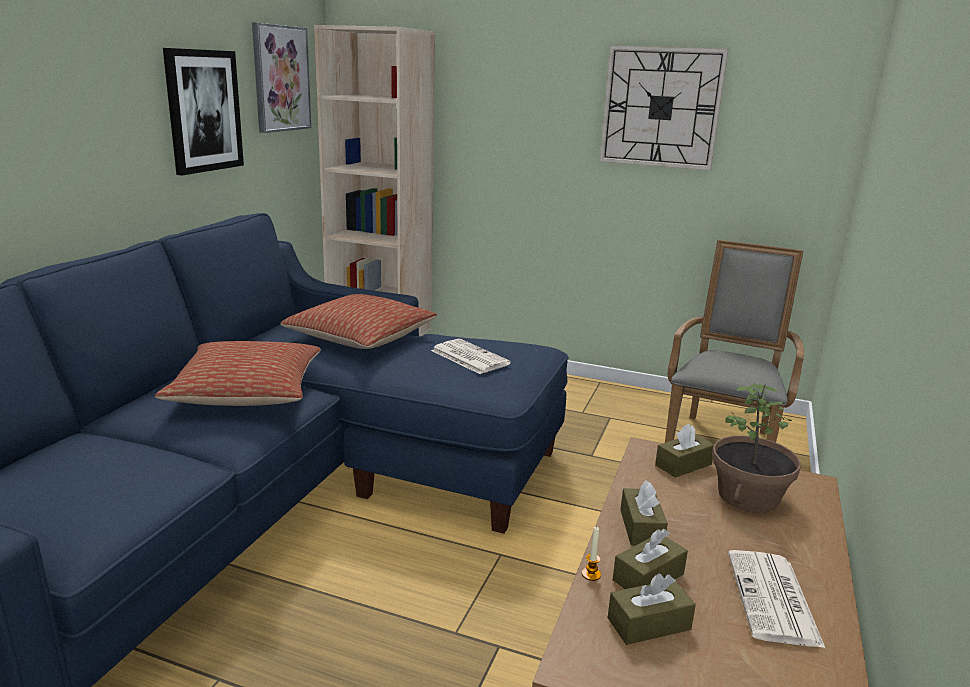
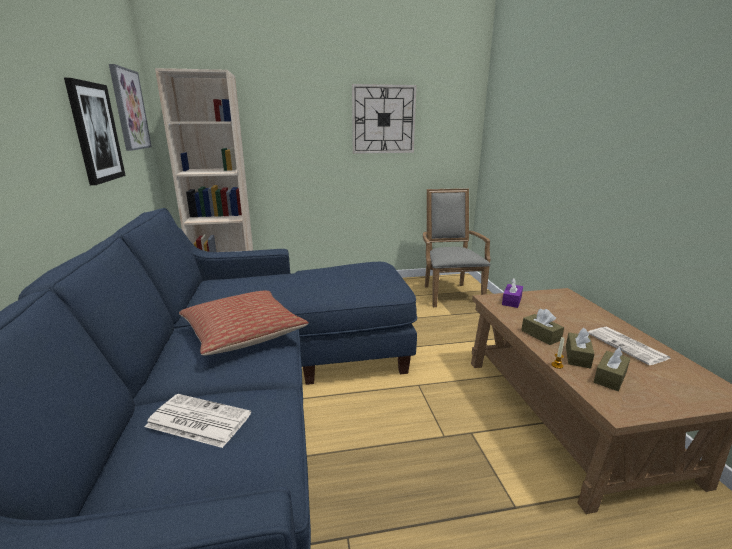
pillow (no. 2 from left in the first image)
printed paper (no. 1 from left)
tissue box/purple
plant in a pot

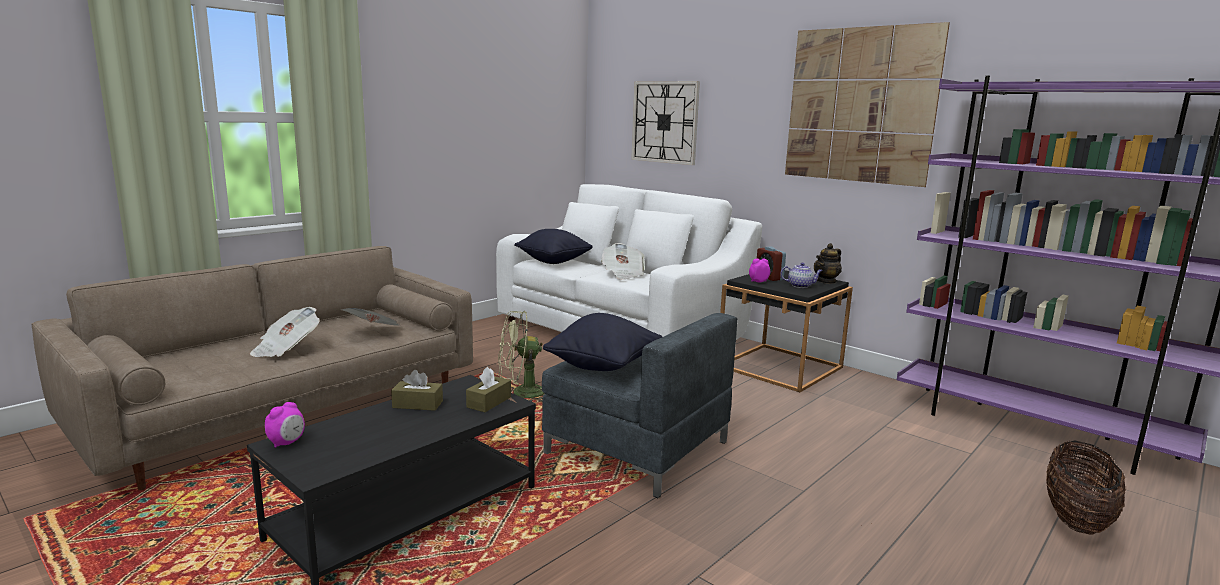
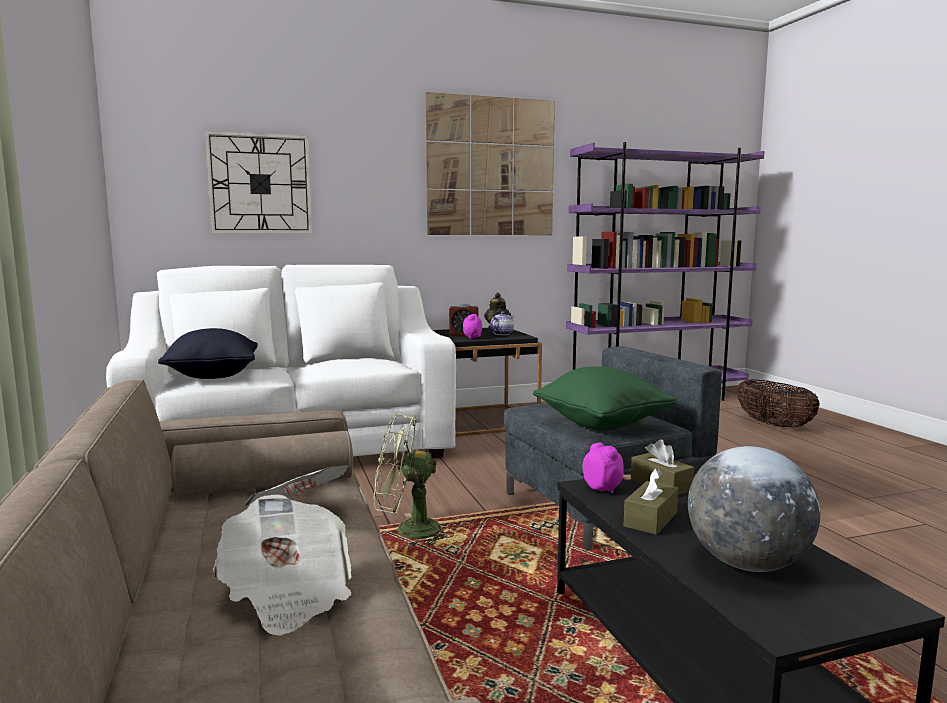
alarm clock (no. 3 from left)
cooling fan/greenish
pillow/greenish
printed paper (no. 3 from left in the first image)
globe

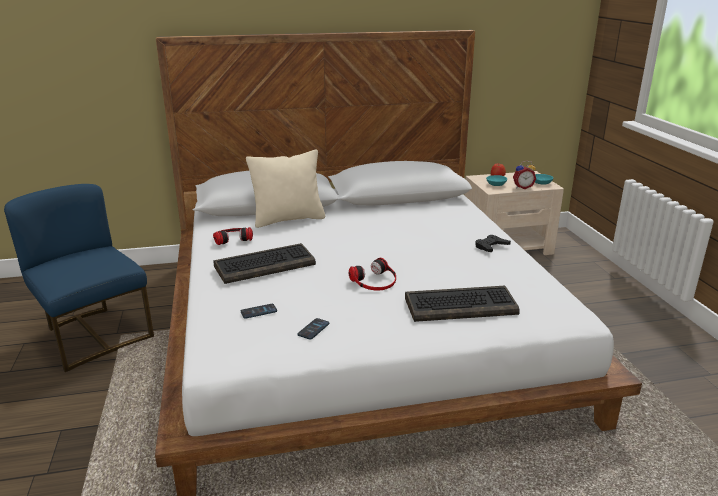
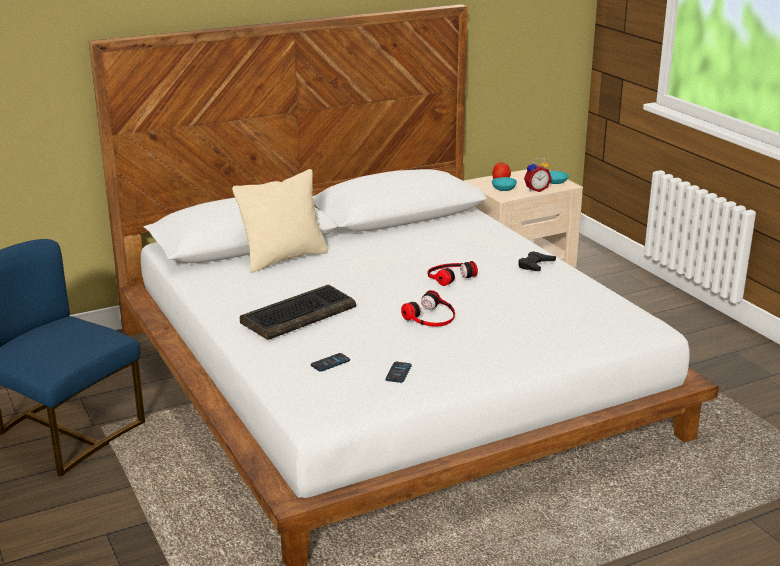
pair of headphones (no. 2 from left)
keyboard (no. 2 from left in the first image)

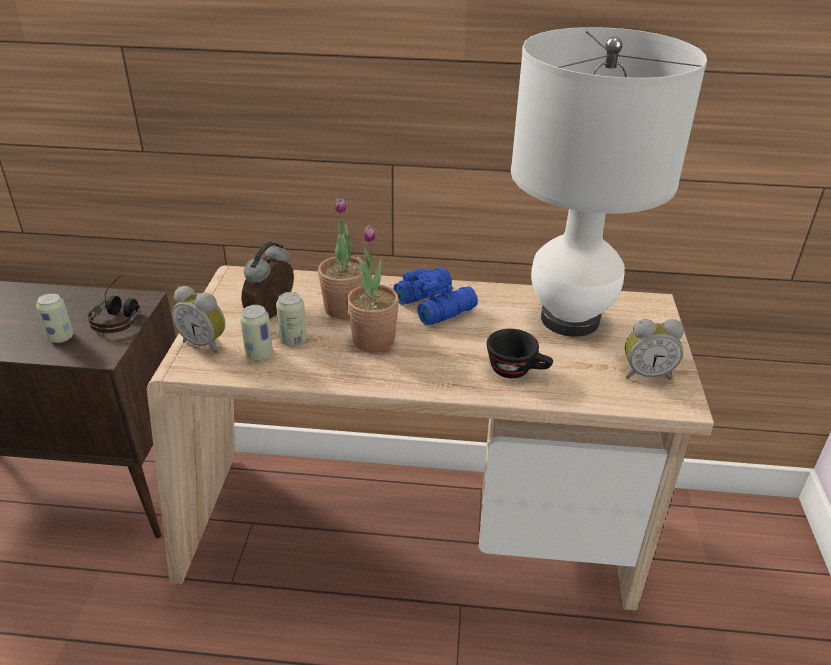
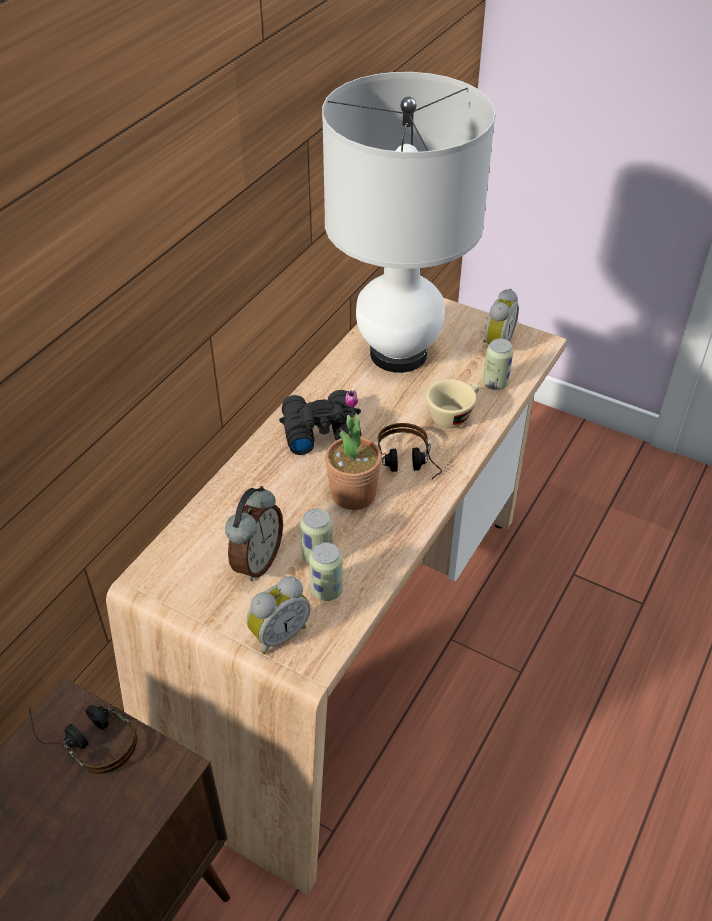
sealed can (no. 3 from left)
alarm clock (no. 1 from left)
plant in a pot (no. 1 from left in the first image)
pair of binoculars/black-coloured
cup/sand-coloured
pair of headphones (no. 2 from left)

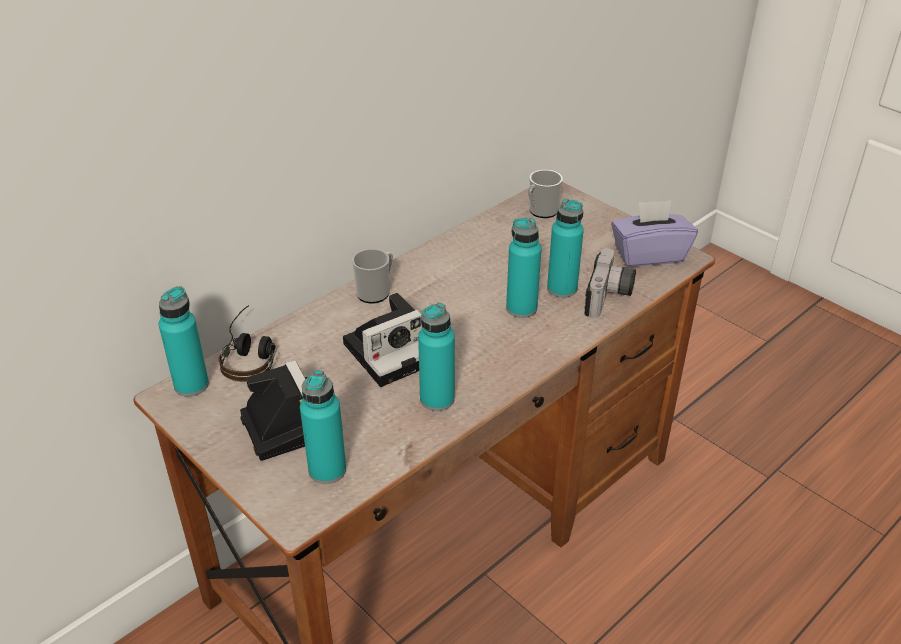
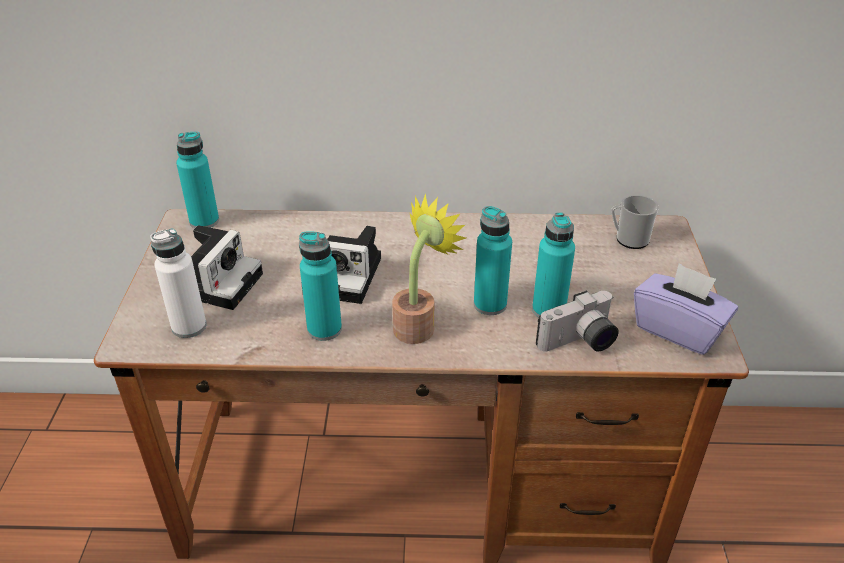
pair of headphones
bottle/white-coloured
coffee mug (no. 1 from left in the first image)
plant in a pot

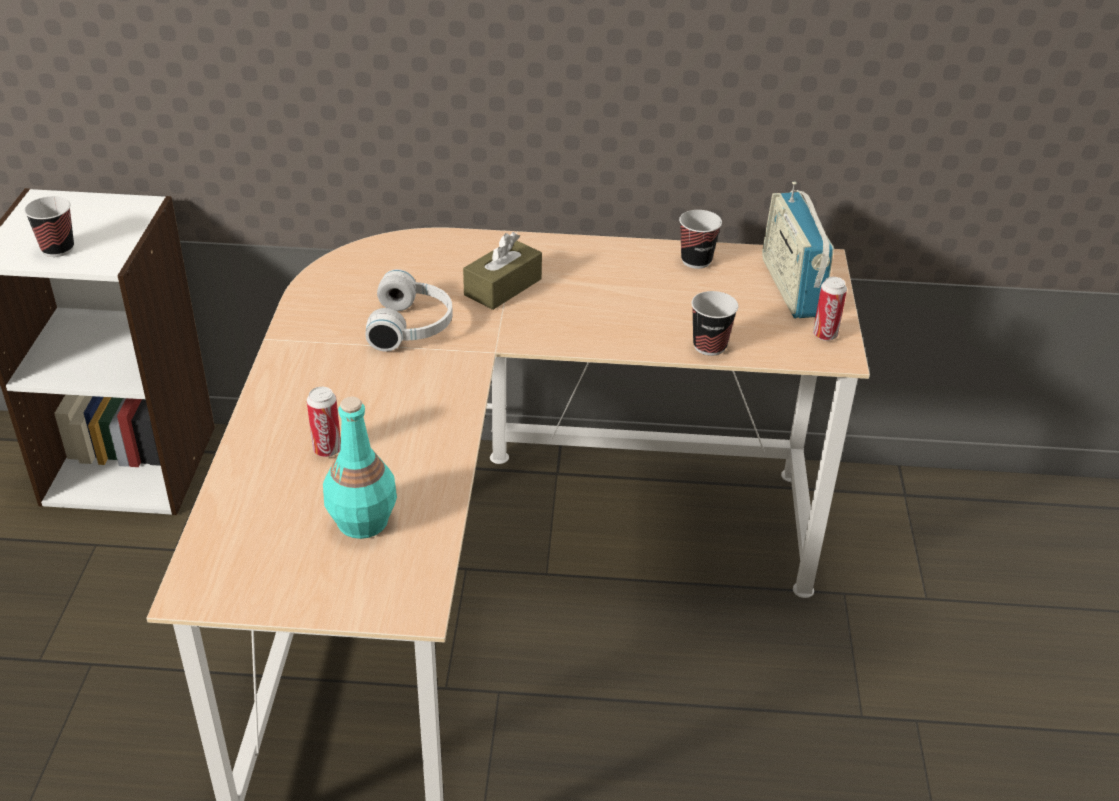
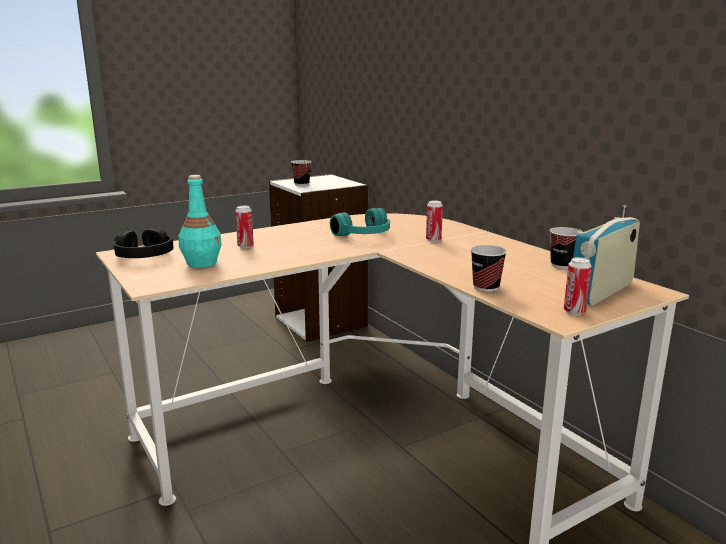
pair of headphones/turquoise-coloured
sealed can (no. 2 from left)
pair of headphones/black-coloured

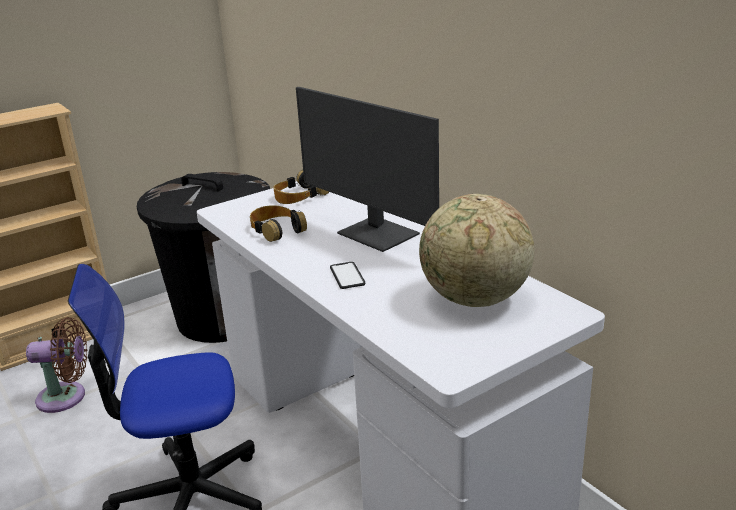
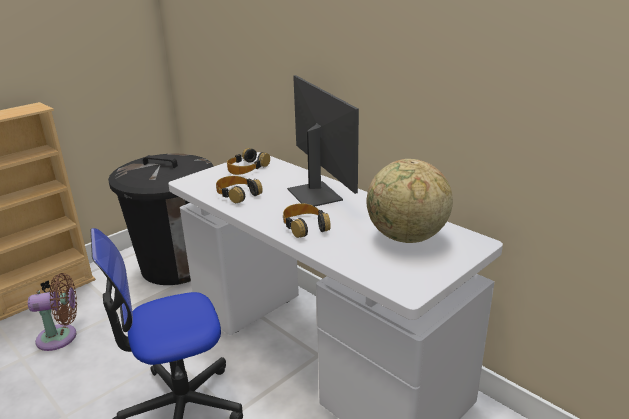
monitor
pair of headphones (no. 3 from left)

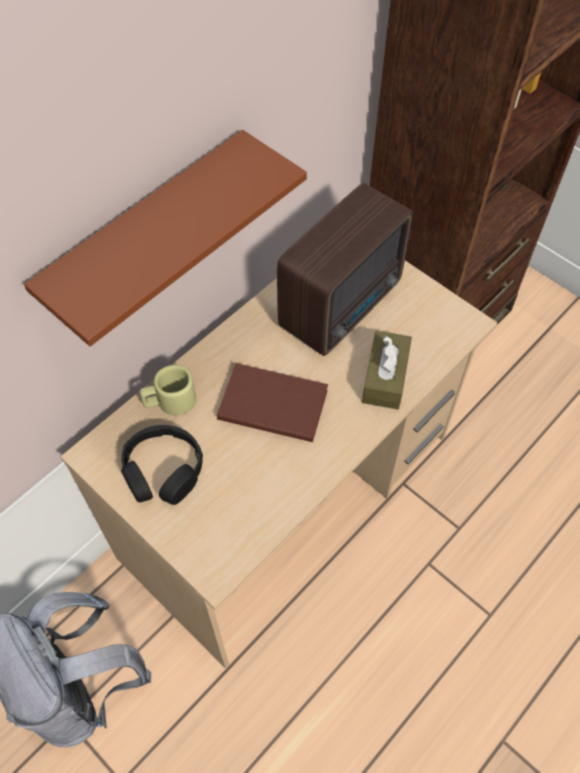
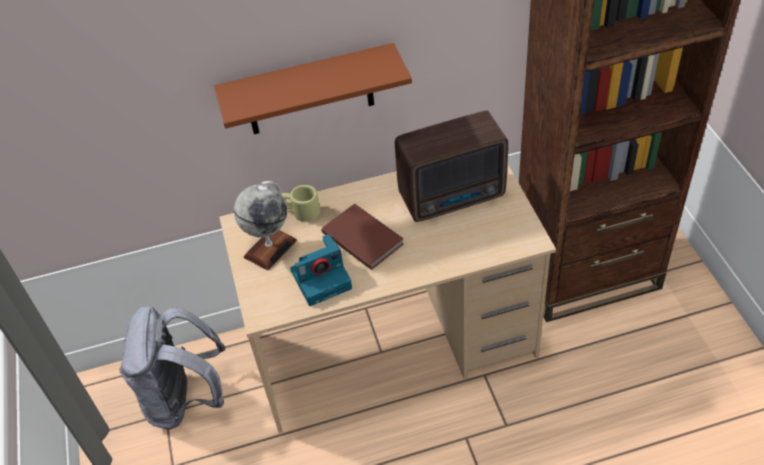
globe
tissue box/brown
still camera

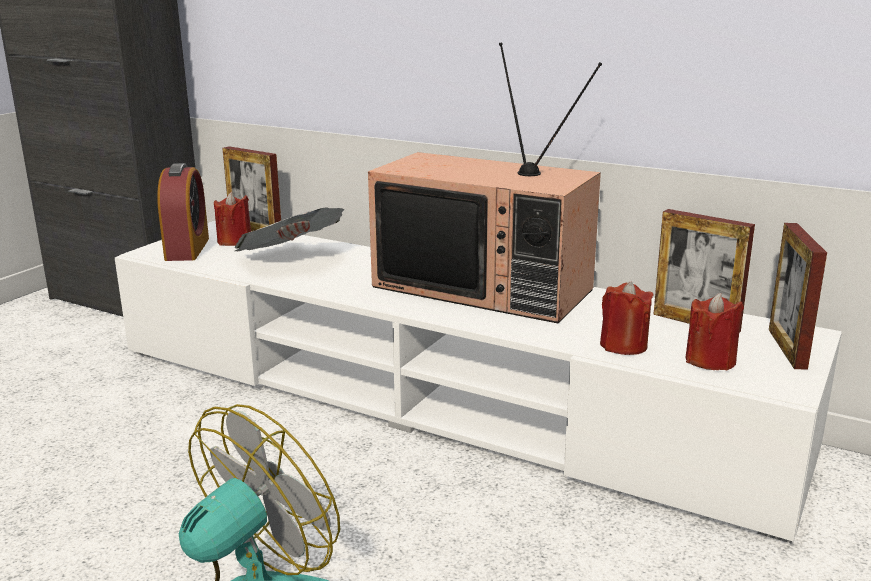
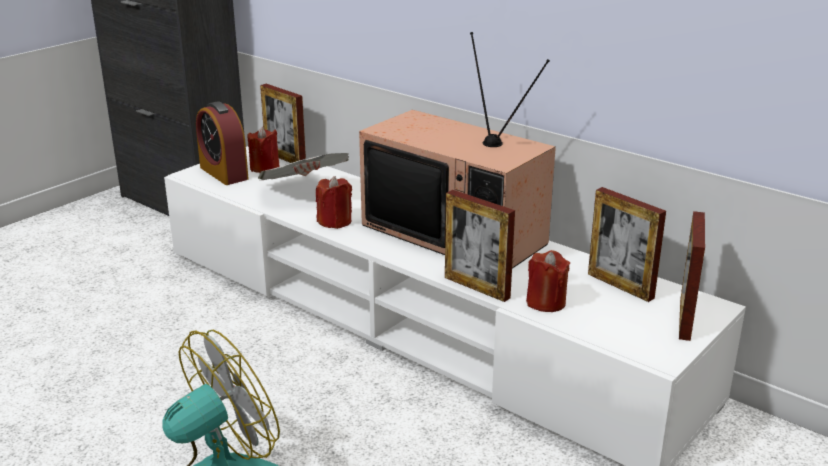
alarm clock
candle/red (no. 2 from left)
photo frame (no. 2 from left)

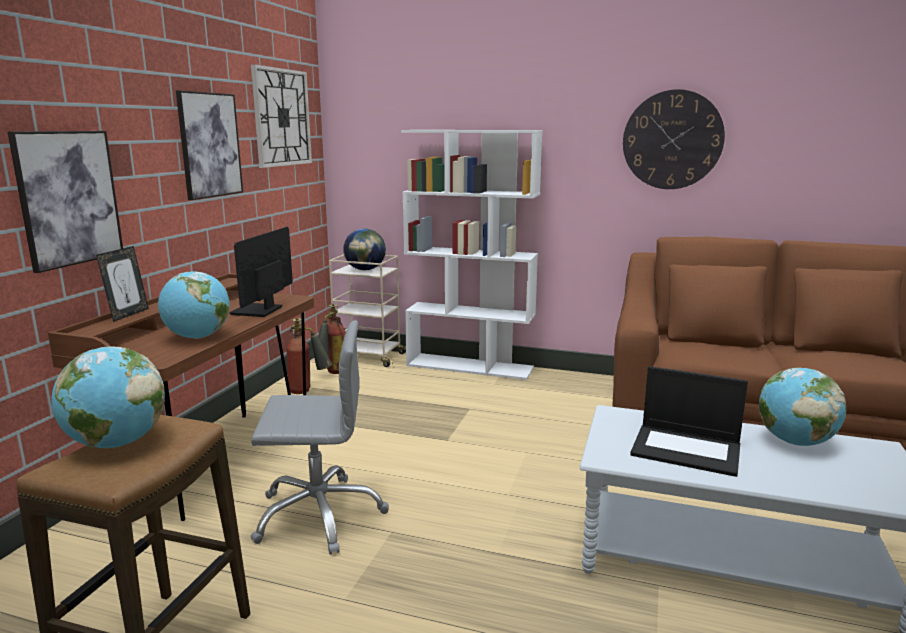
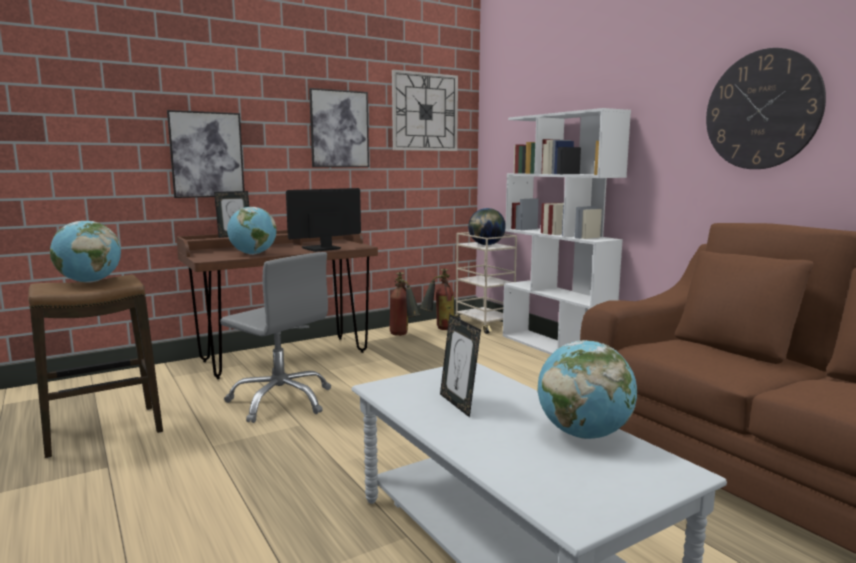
photo frame (no. 2 from left)

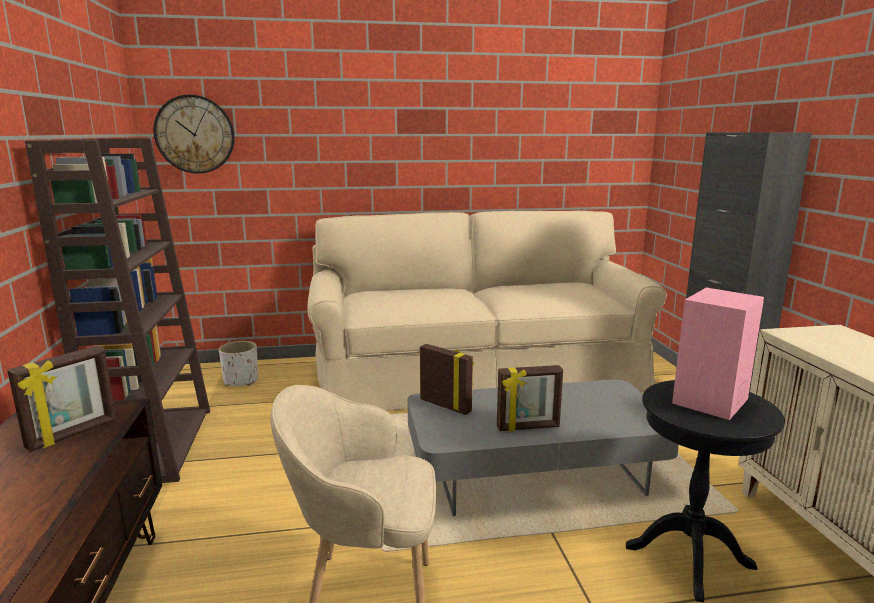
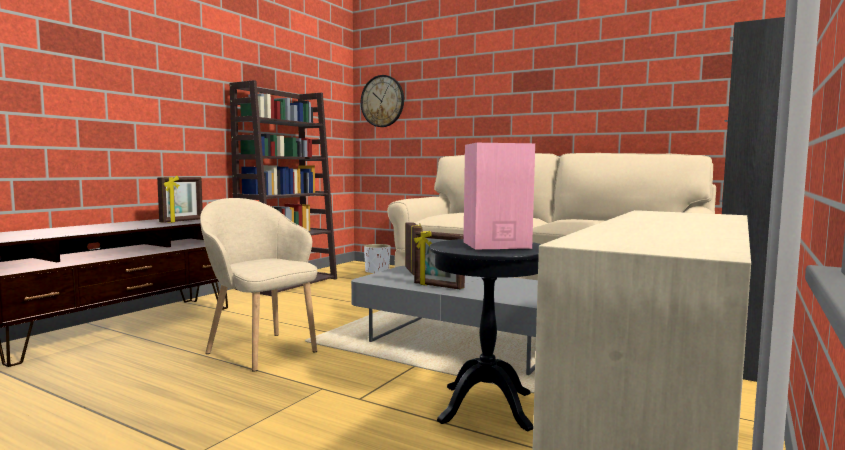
photo frame (no. 1 from left)

